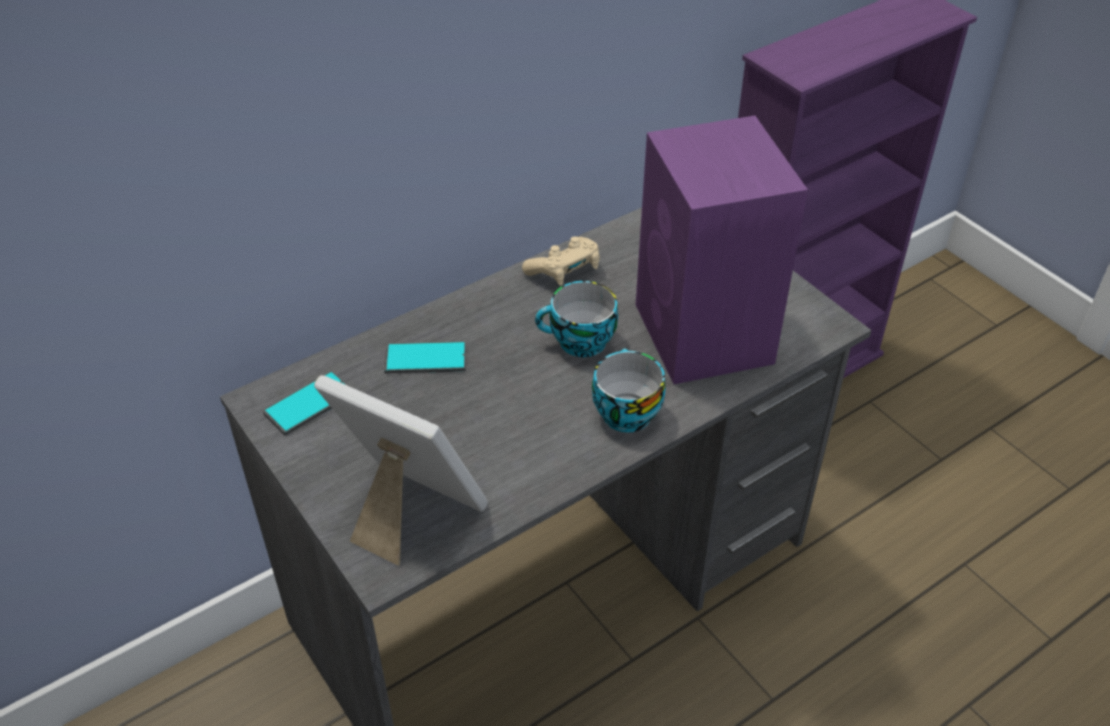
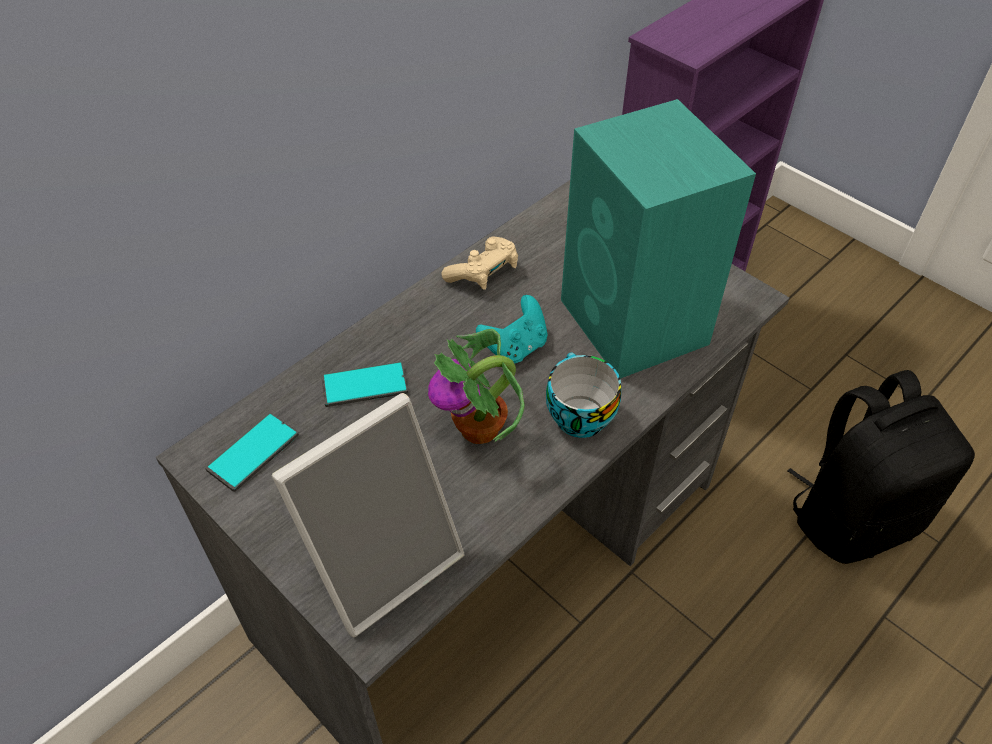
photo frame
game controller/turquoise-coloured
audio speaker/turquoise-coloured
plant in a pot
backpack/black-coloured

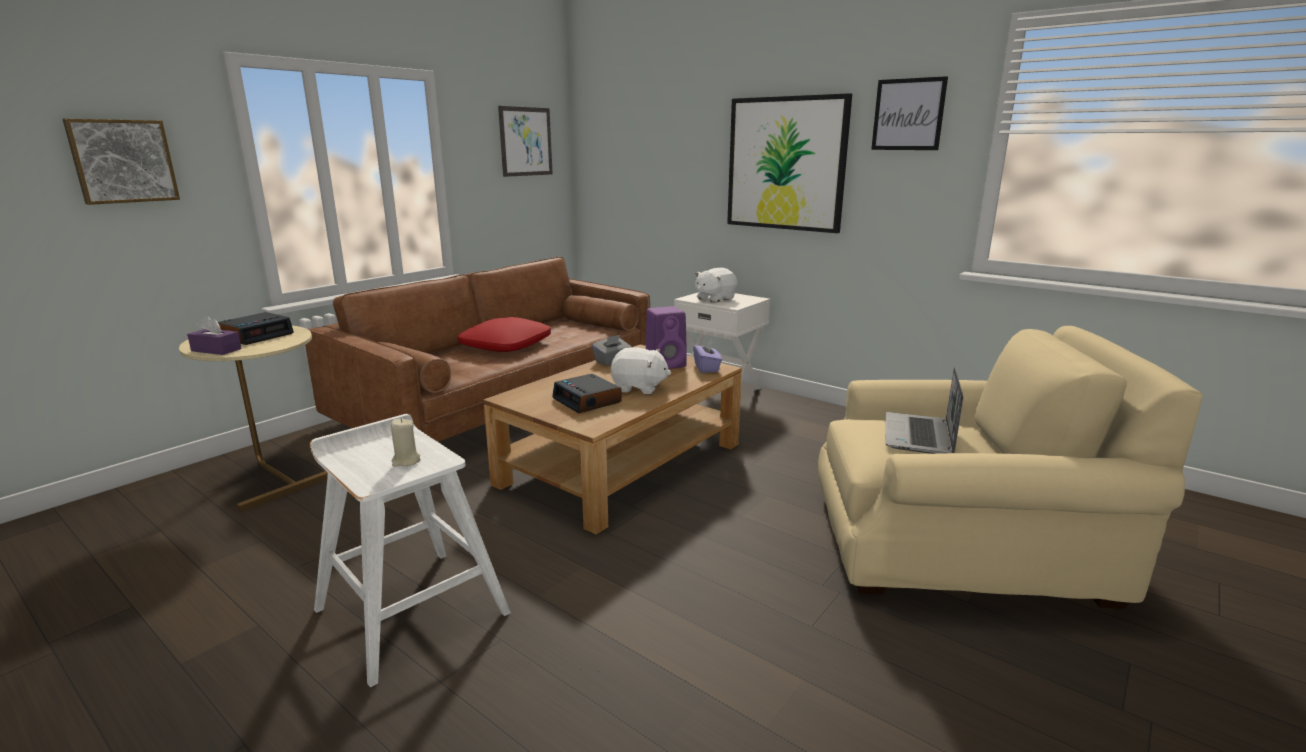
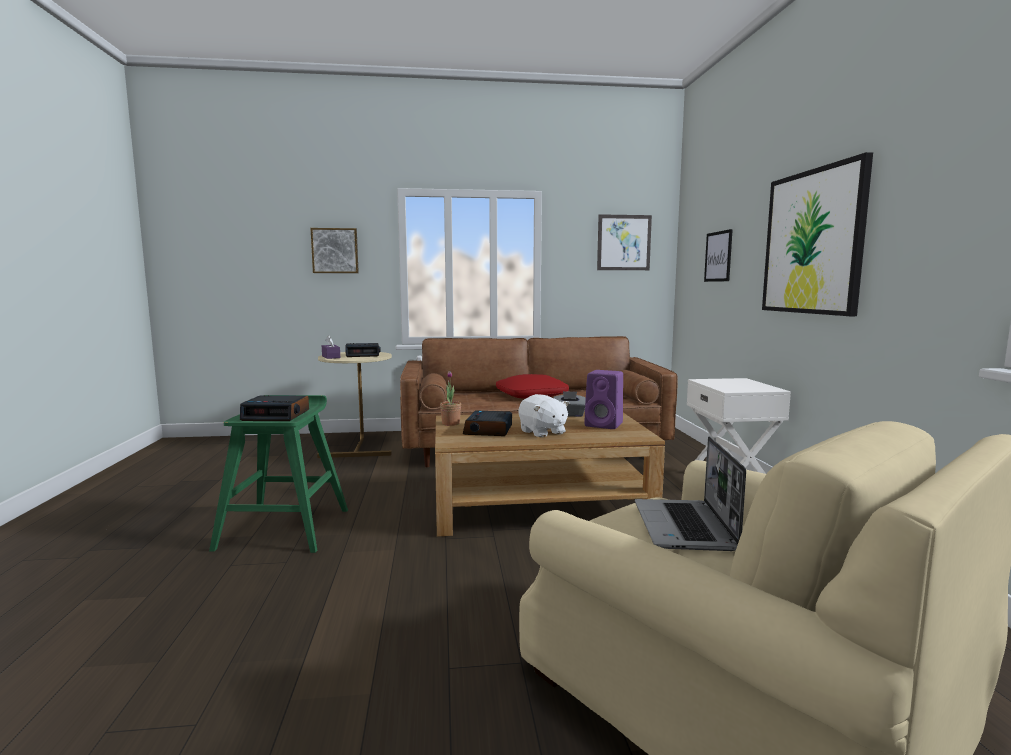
stool/greenish
alarm clock (no. 1 from left)
tissue box/purple (no. 2 from left in the first image)
soft toy/white-coloured (no. 2 from left in the first image)
wall art (no. 3 from left)
laptop
plant in a pot

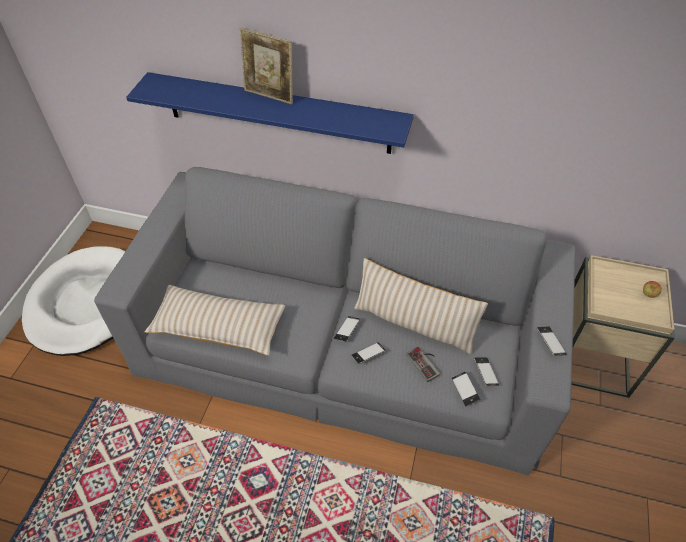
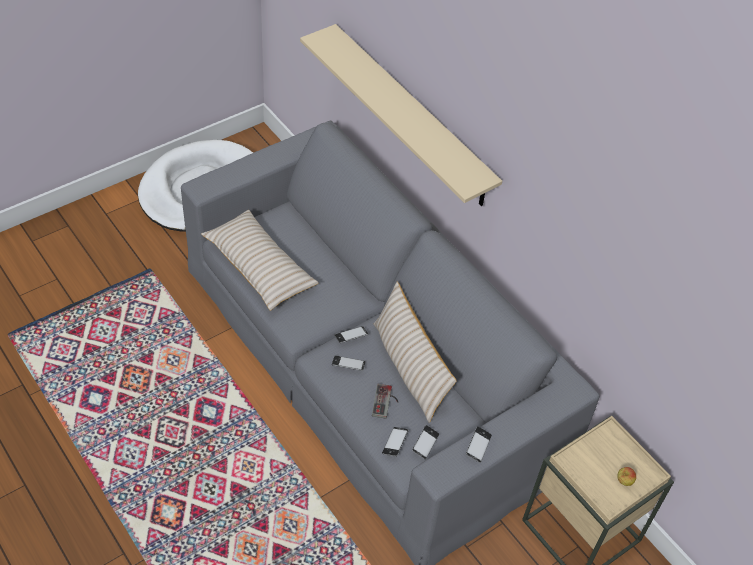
shelf/sand-coloured
photo frame

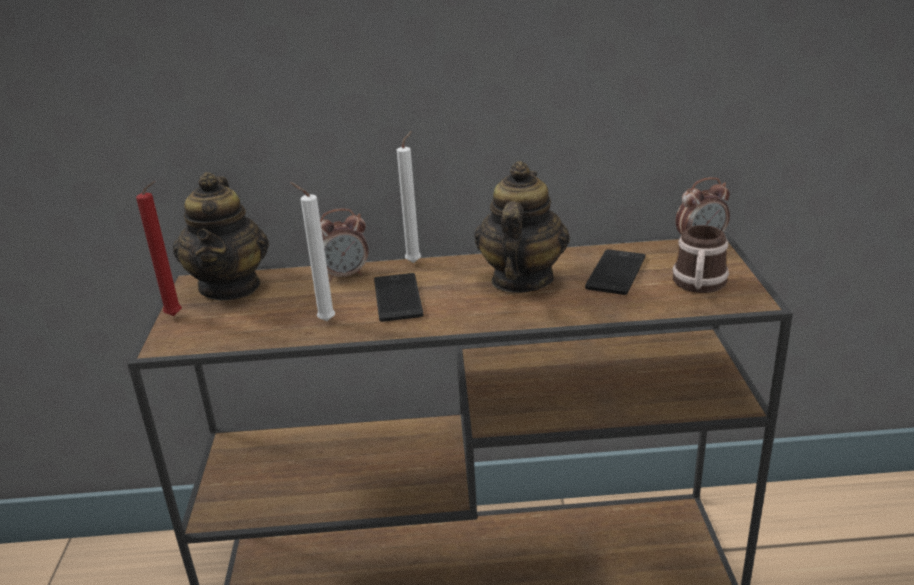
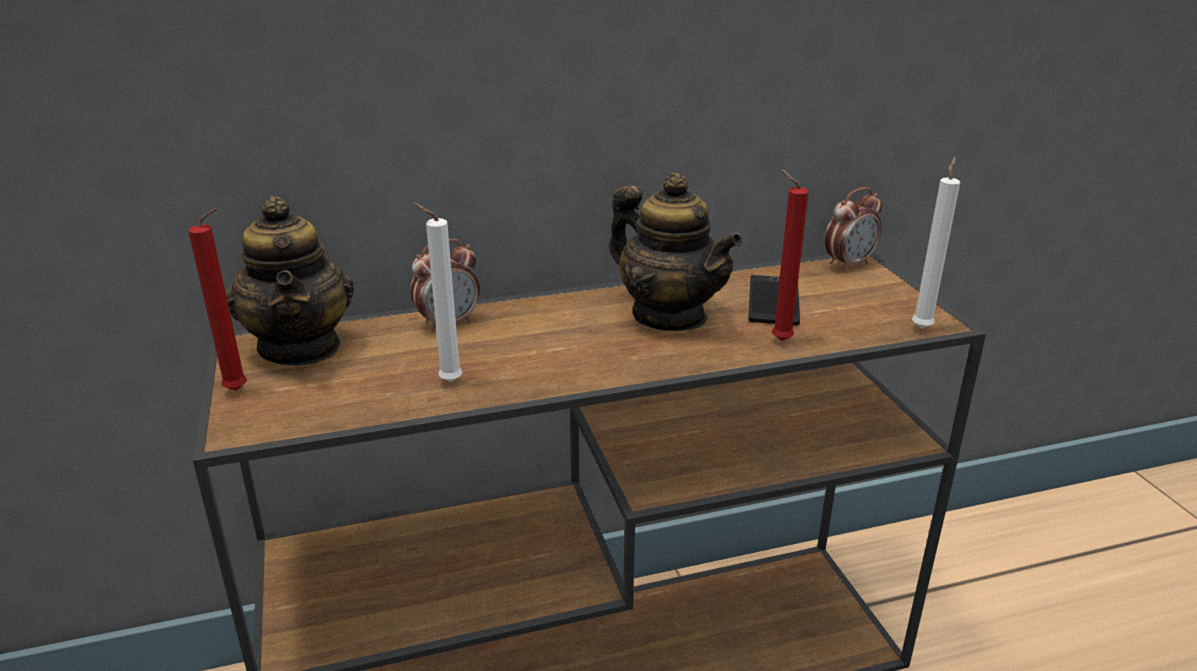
handset (no. 1 from left in the first image)
candle/white-coloured (no. 2 from left)
teapot (no. 2 from left)
coffee mug
candle/red (no. 2 from left)

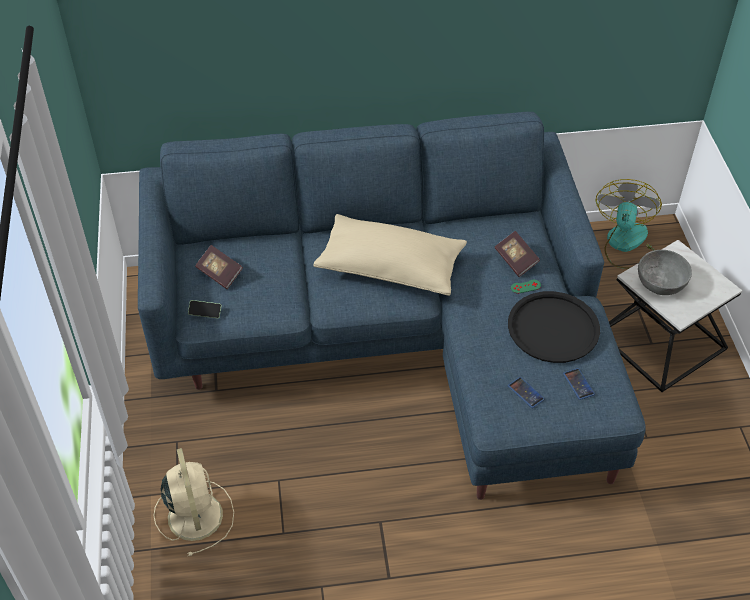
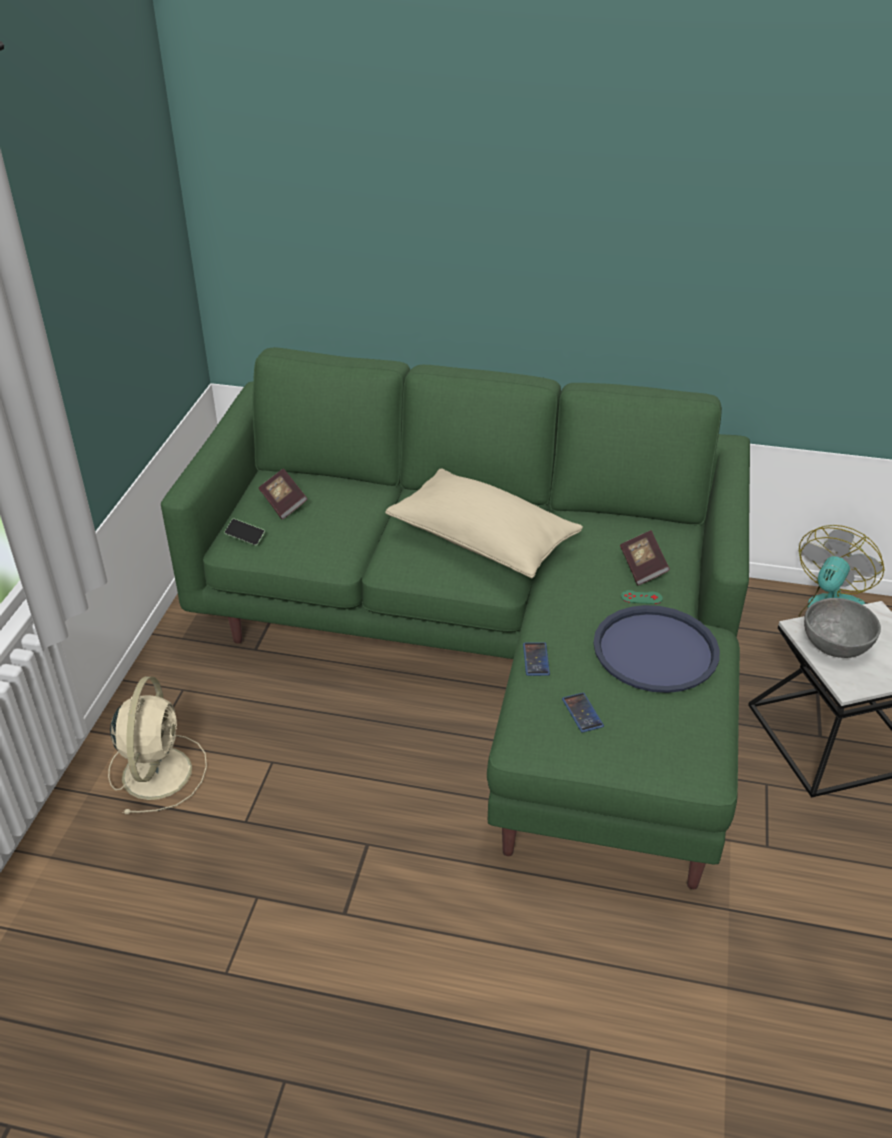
couch/greenish
carrying tray/blue
handset (no. 2 from left)

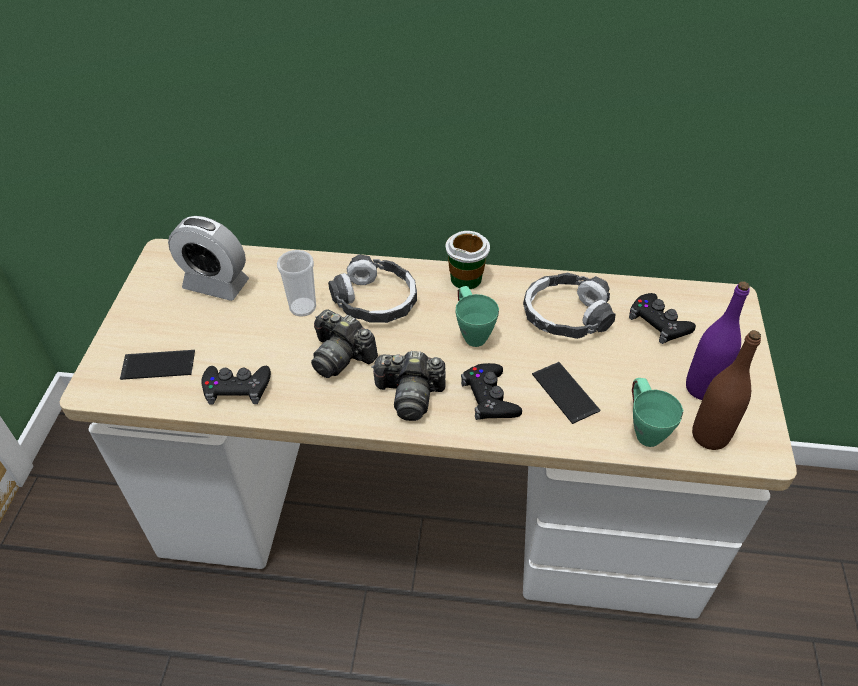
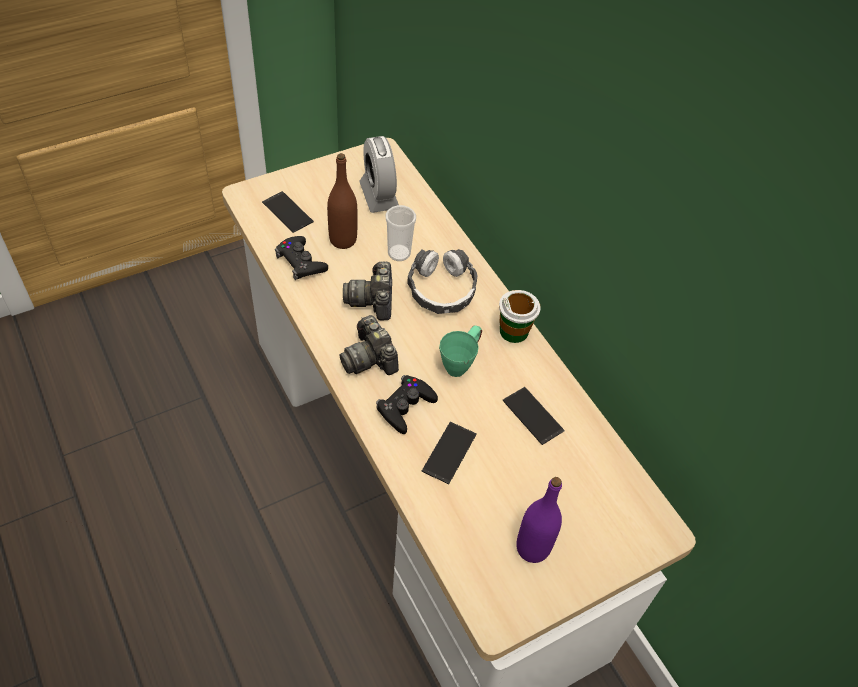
handset (no. 3 from left)
game controller/black-coloured (no. 3 from left in the first image)
coffee mug/greenish (no. 2 from left in the first image)
bottle/brown

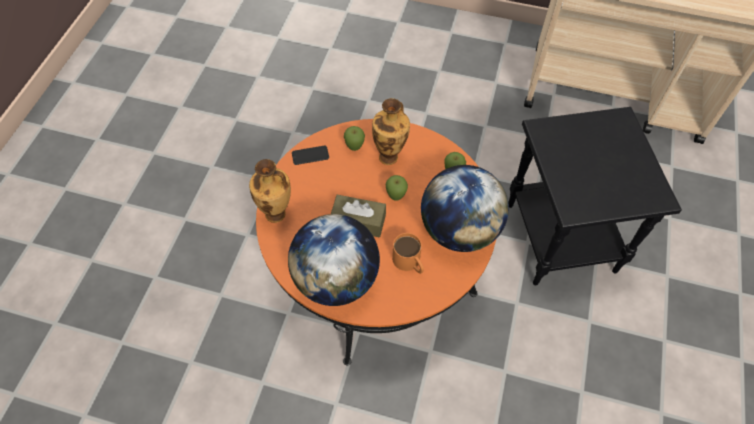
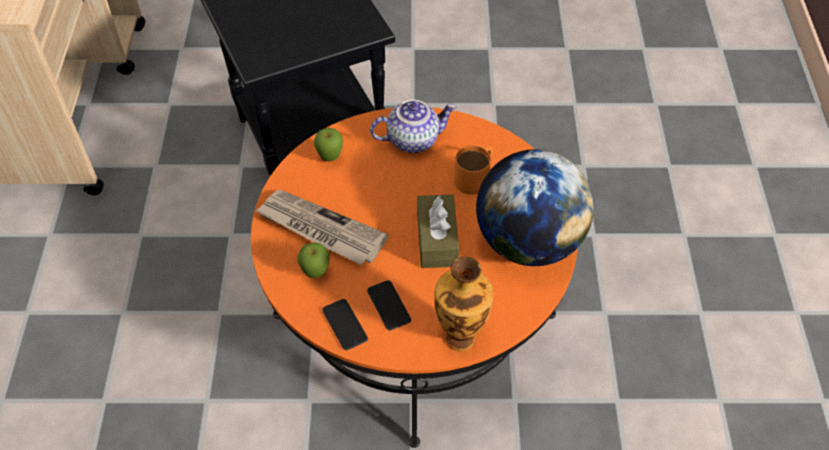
printed paper
apple (no. 2 from left in the first image)
teapot
handset (no. 2 from left)

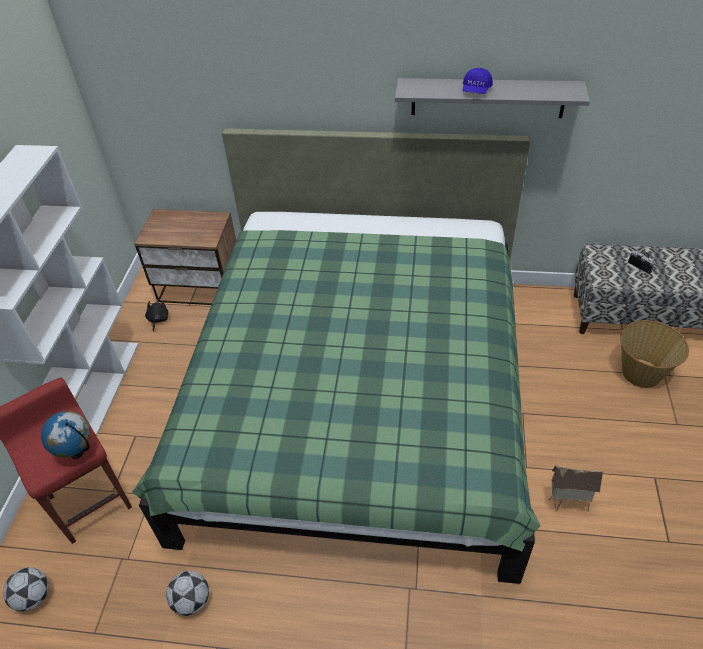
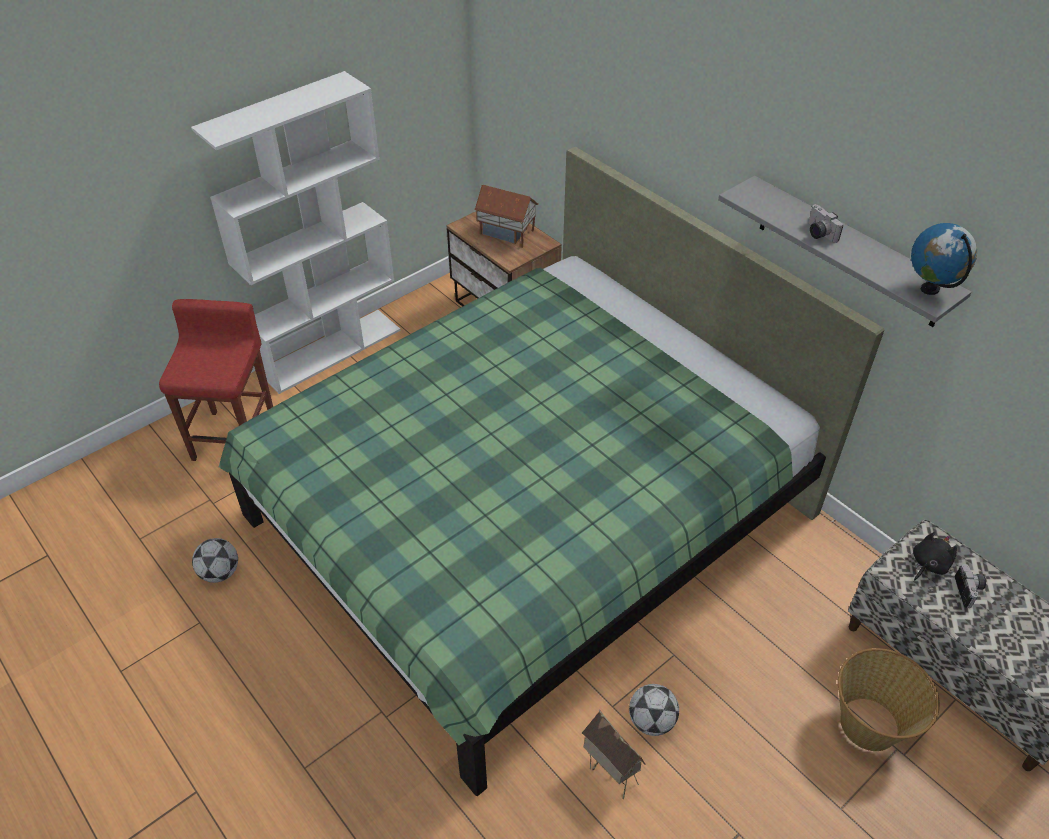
football (no. 2 from left)
globe
soft toy/black-coloured
still camera (no. 1 from left)
toy house (no. 1 from left)

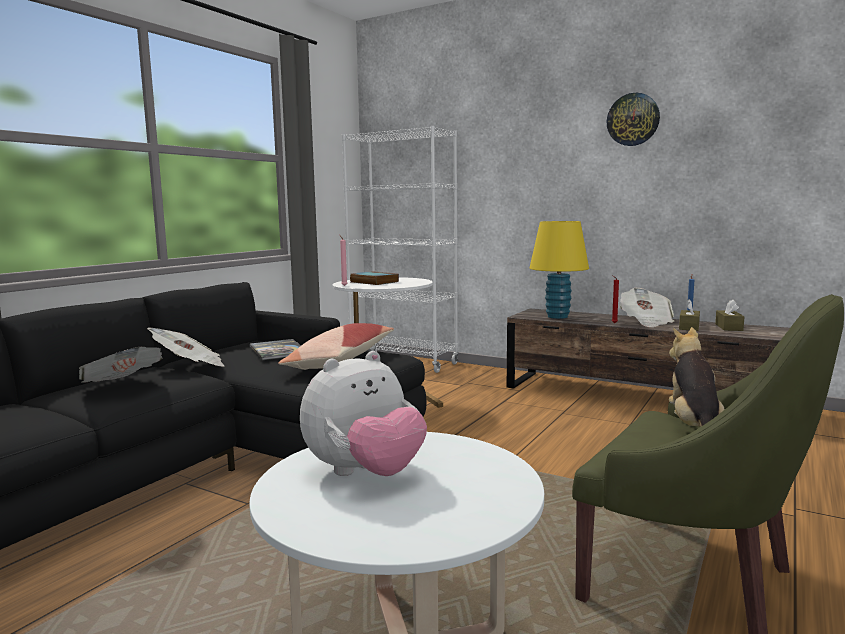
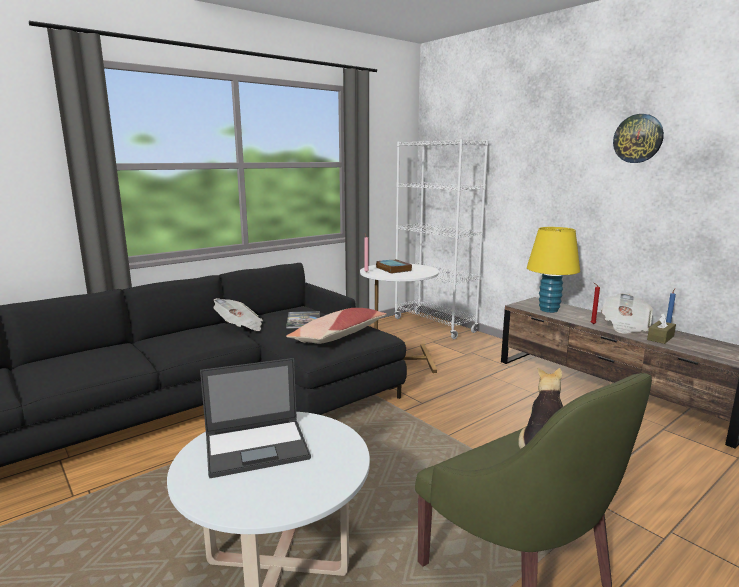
printed paper (no. 1 from left in the first image)
laptop
tissue box/brown (no. 2 from left in the first image)

